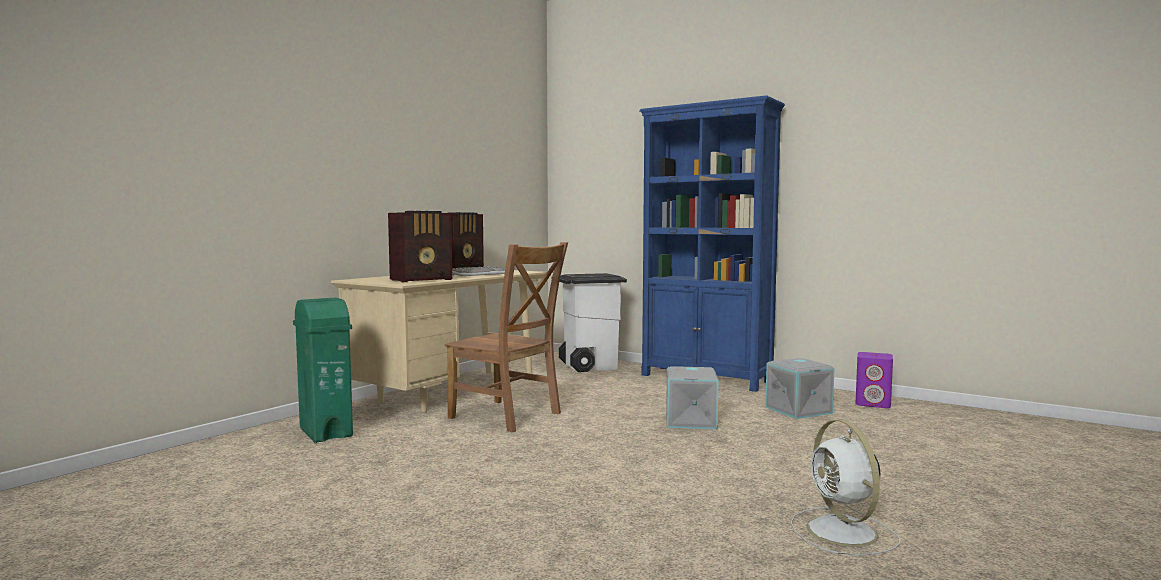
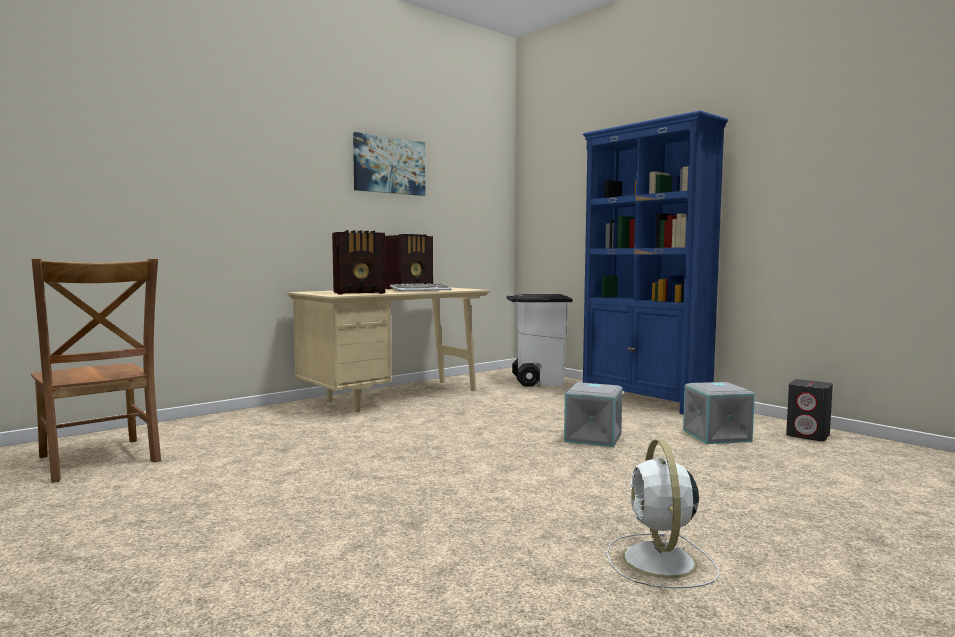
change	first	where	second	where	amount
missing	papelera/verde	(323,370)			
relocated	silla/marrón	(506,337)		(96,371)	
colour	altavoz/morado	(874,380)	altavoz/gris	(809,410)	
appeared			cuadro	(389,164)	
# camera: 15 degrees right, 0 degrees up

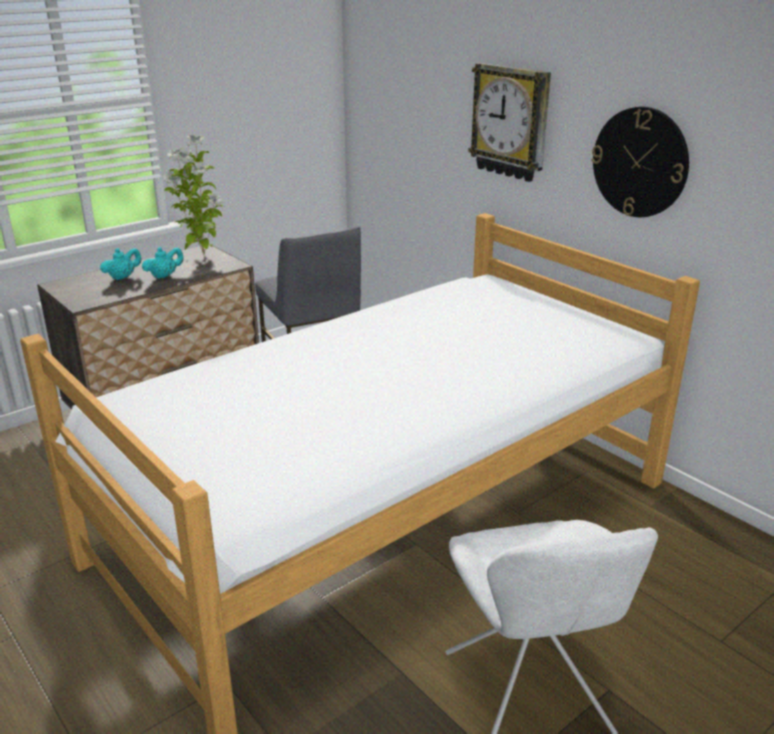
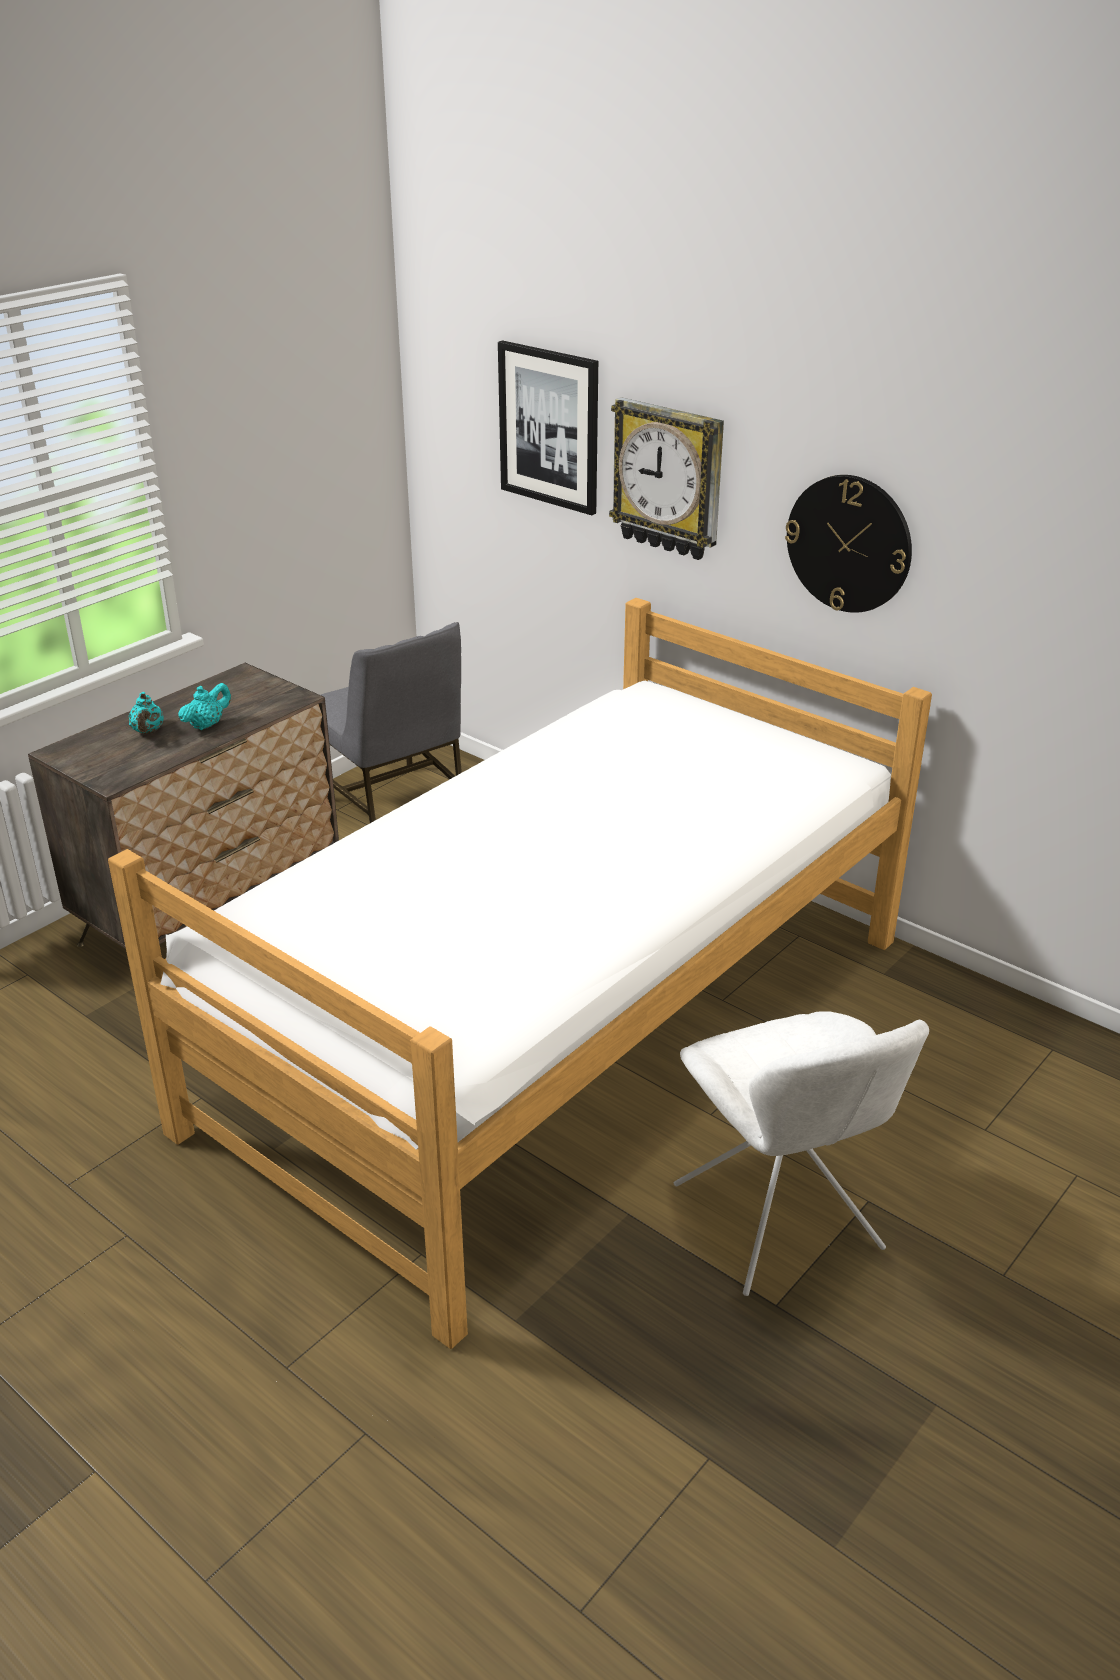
change	first	where	second	where	amount
spun	tetera/turquesa	(120,264)		(146,713)	135 degrees clockwise
missing	planta en maceta	(193,195)			
appeared			cuadro	(548,427)	
# camera: 10 degrees left, 5 degrees up

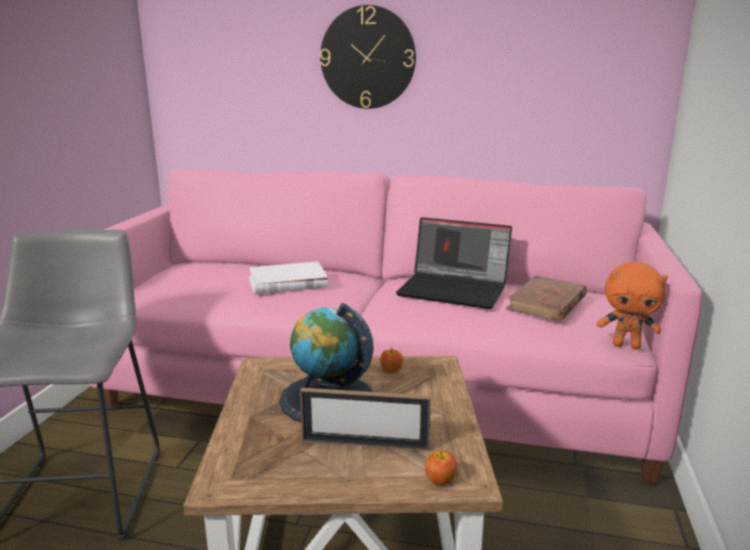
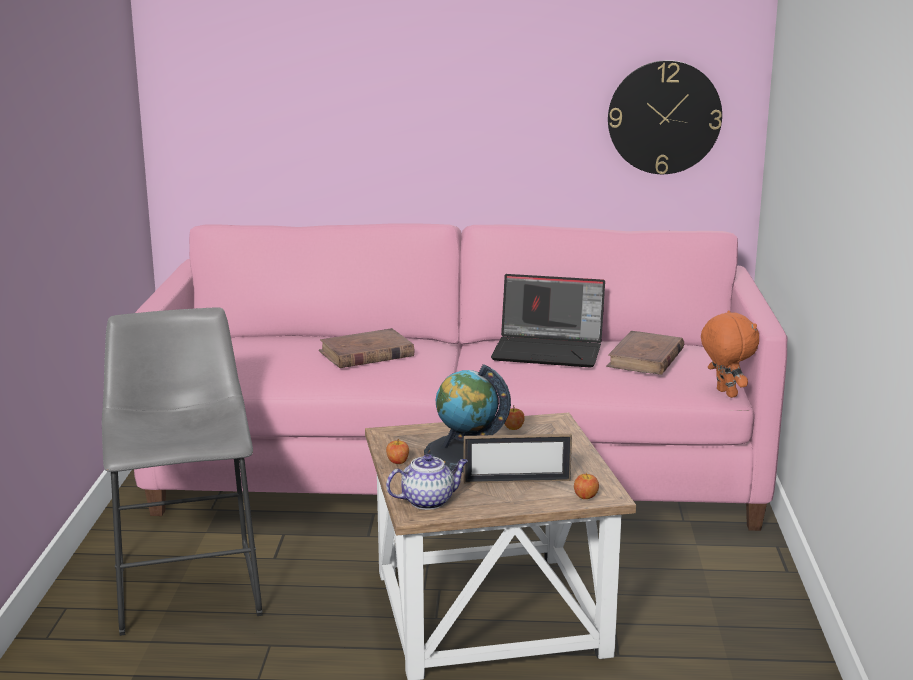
change	first	where	second	where	amount
colour	libro/blanco	(288,277)	libro/marrón	(367,348)	
relocated	reloj de pared	(368,57)		(665,117)	
spun	peluche/naranja	(632,305)		(730,354)	120 degrees counterclockwise
appeared			manzana	(397,451)	
appeared			tetera	(427,482)	
# camera: 10 degrees left, 0 degrees up

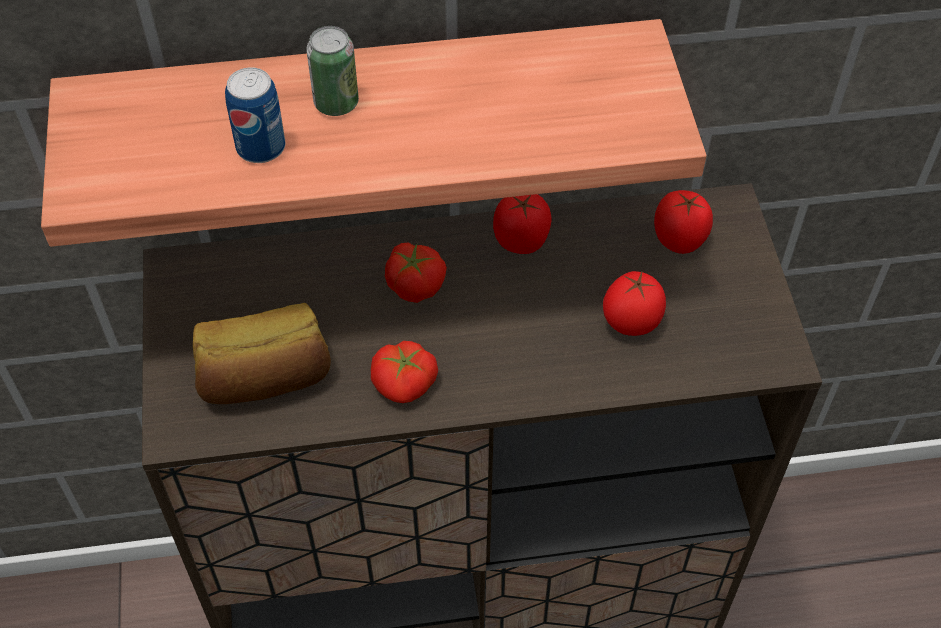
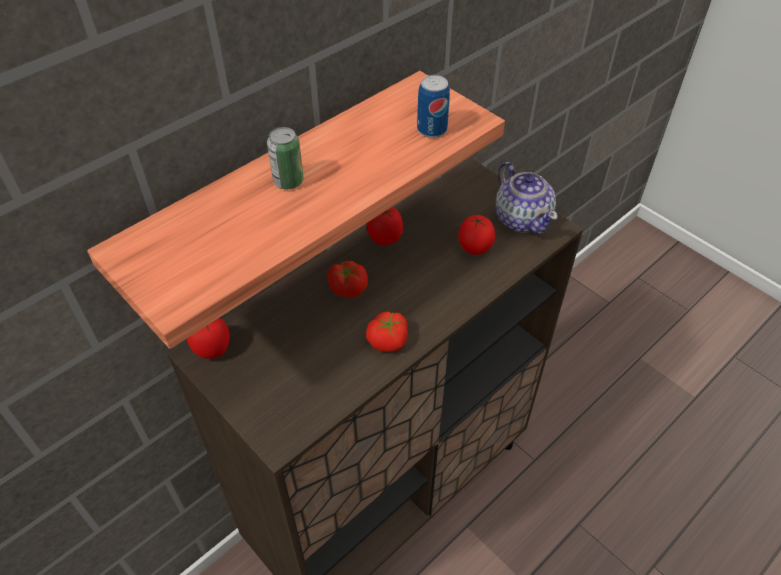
change	first	where	second	where	amount
missing	pan	(262,353)			
relocated	lata	(255,115)		(433,106)	
relocated	tomate	(683,222)		(208,338)	
appeared			tetera	(527,198)	
# camera: 35 degrees left, 5 degrees down

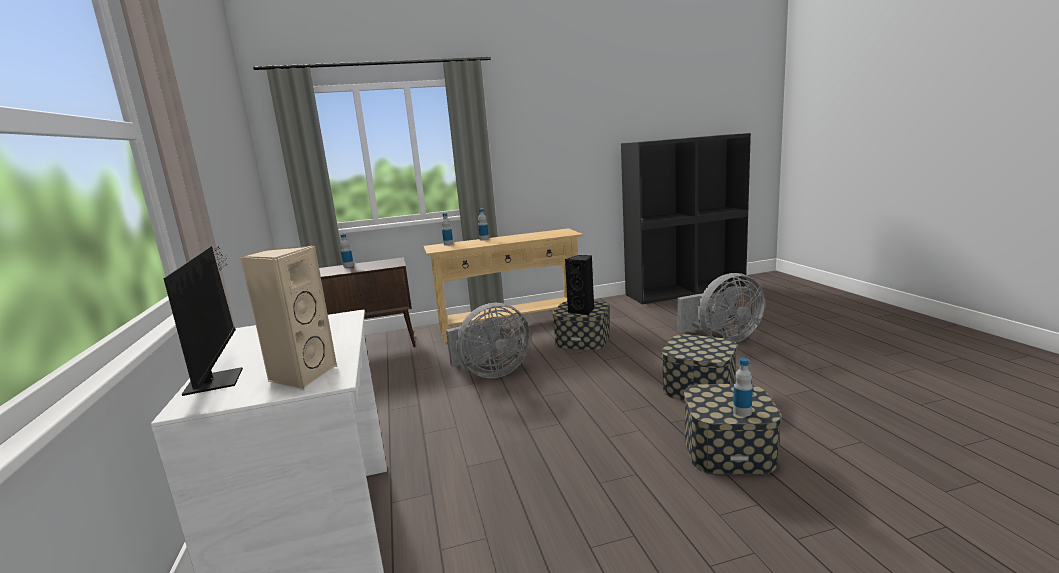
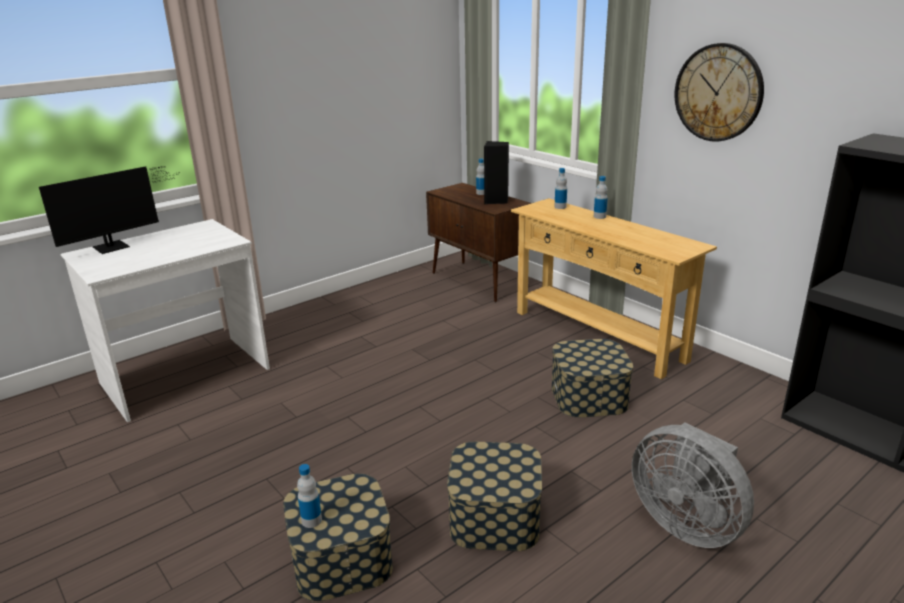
change	first	where	second	where	amount
missing	altavoz/beis	(288,317)			
missing	ventilador/gris	(488,340)			
relocated	altavoz/negro	(579,285)		(496,172)	
appeared			reloj de pared	(719,92)	
# camera: 65 degrees right, 10 degrees up

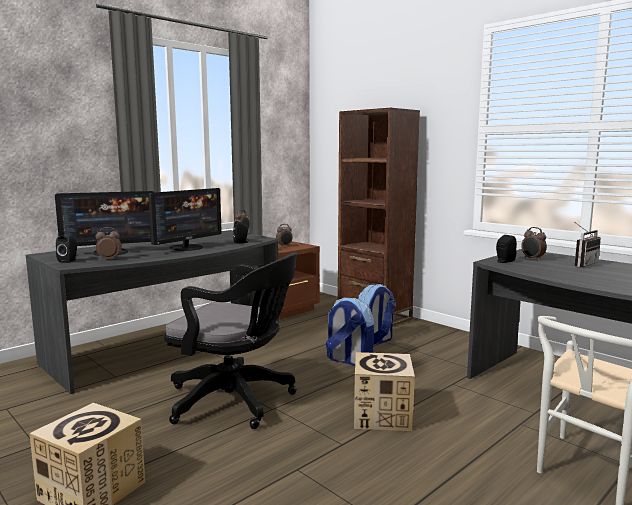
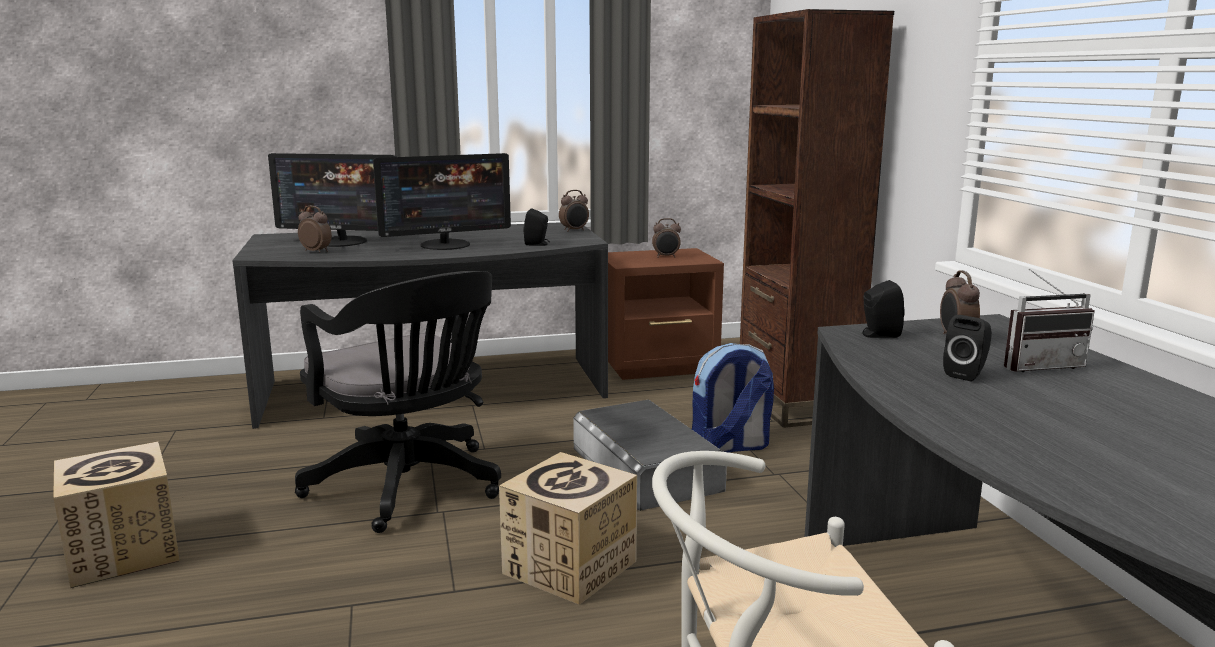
change	first	where	second	where	amount
relocated	altavoz/negro	(66,249)		(967,348)	
exchanged	mochila	(350,332)	caja de almacenaje/gris	(650,455)	
# camera: 30 degrees right, 5 degrees up

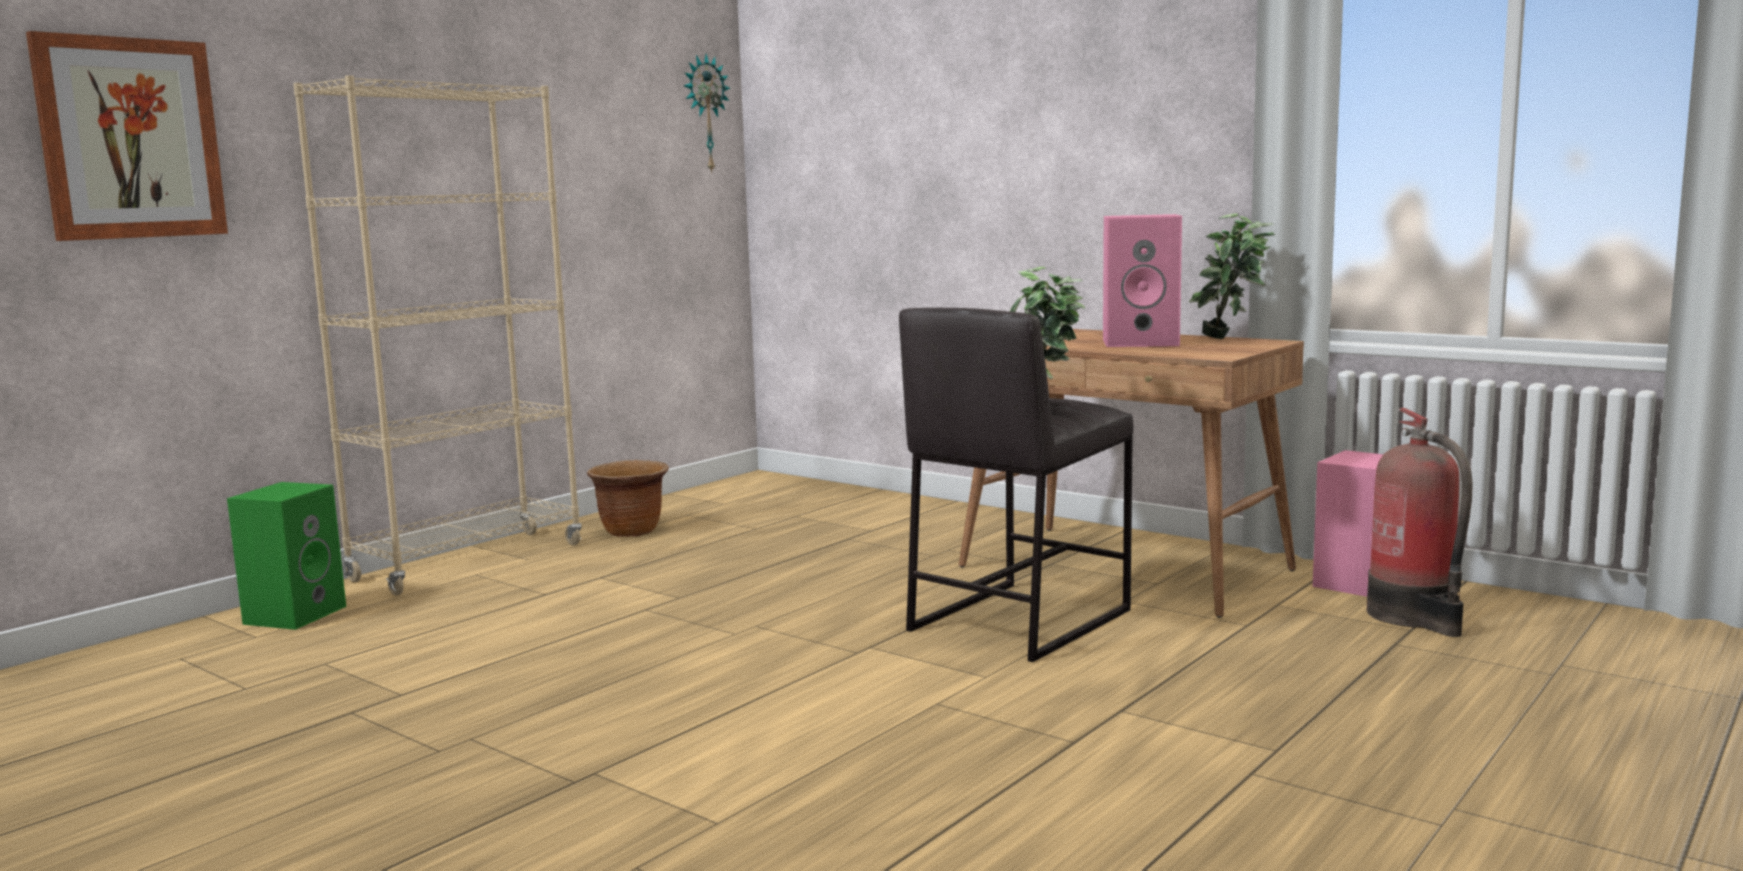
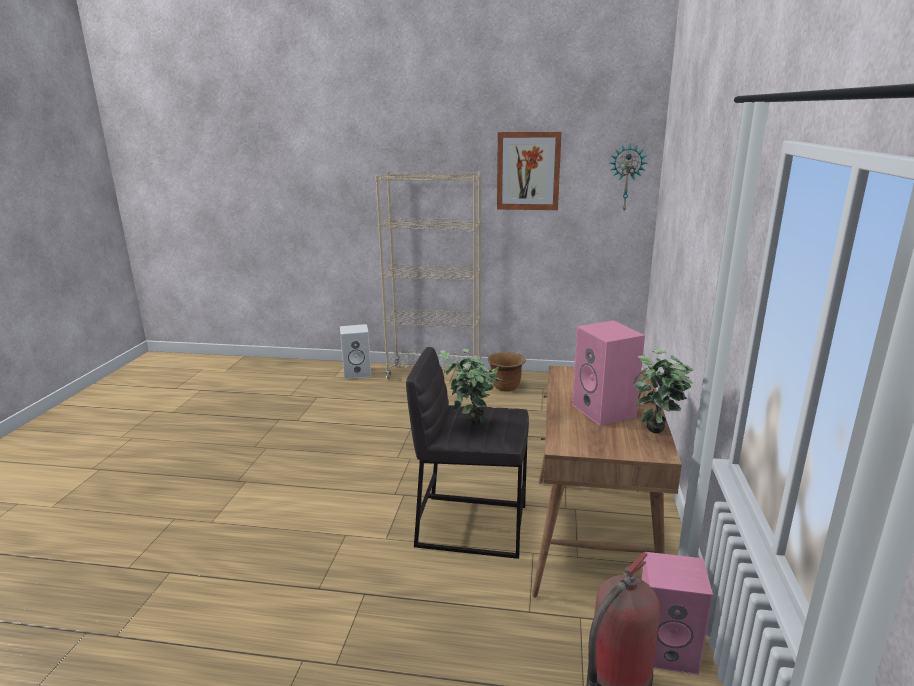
change	first	where	second	where	amount
relocated	cuadro	(127,136)		(529,171)	
colour	altavoz/verde	(286,556)	altavoz/blanco	(355,351)	
# camera: 60 degrees right, 10 degrees up

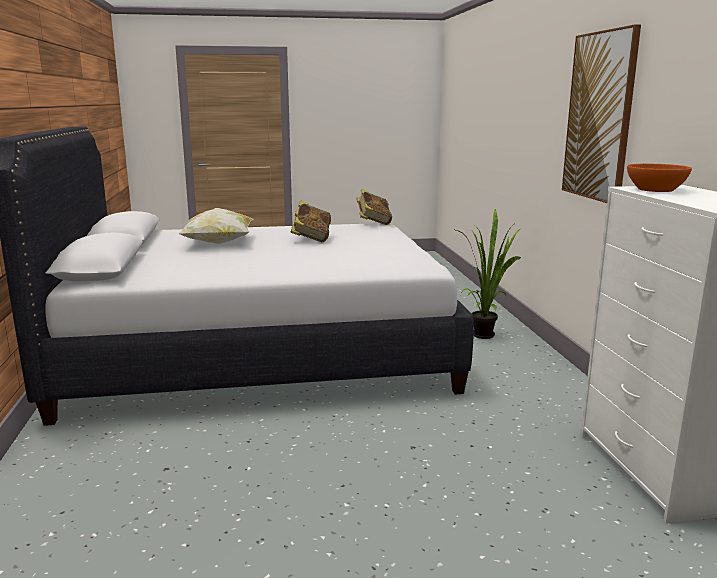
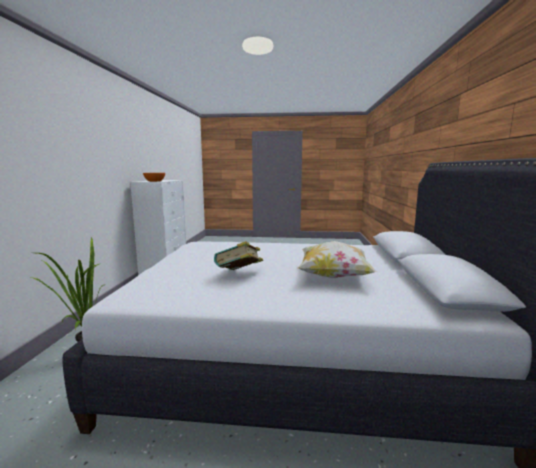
change	first	where	second	where	amount
missing	libro	(374,207)			
missing	cuadro	(601,113)			
# camera: 165 degrees left, 5 degrees down

